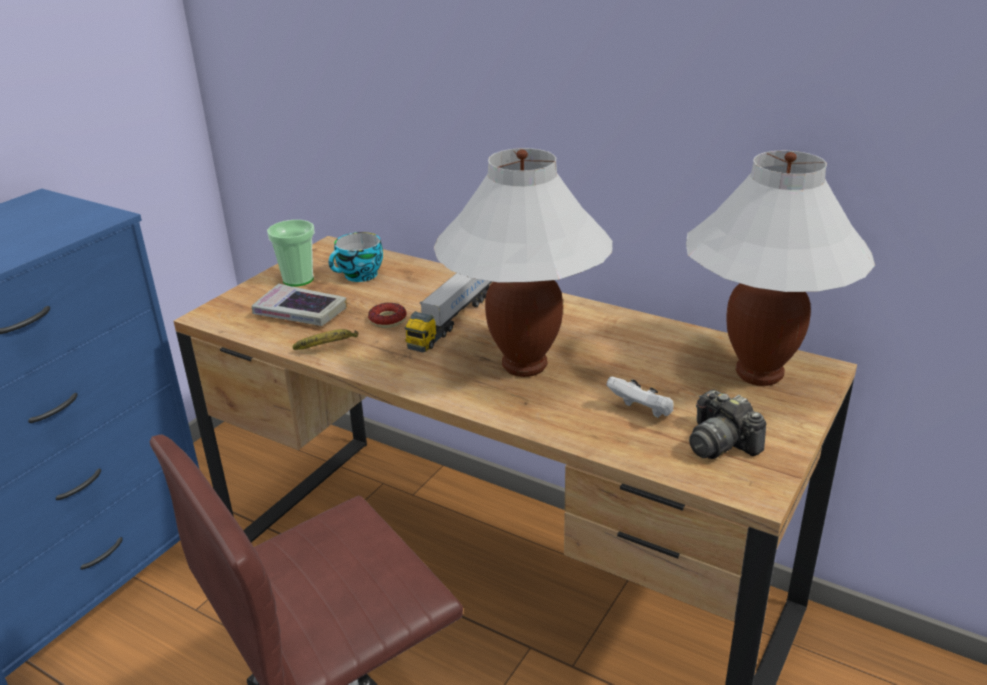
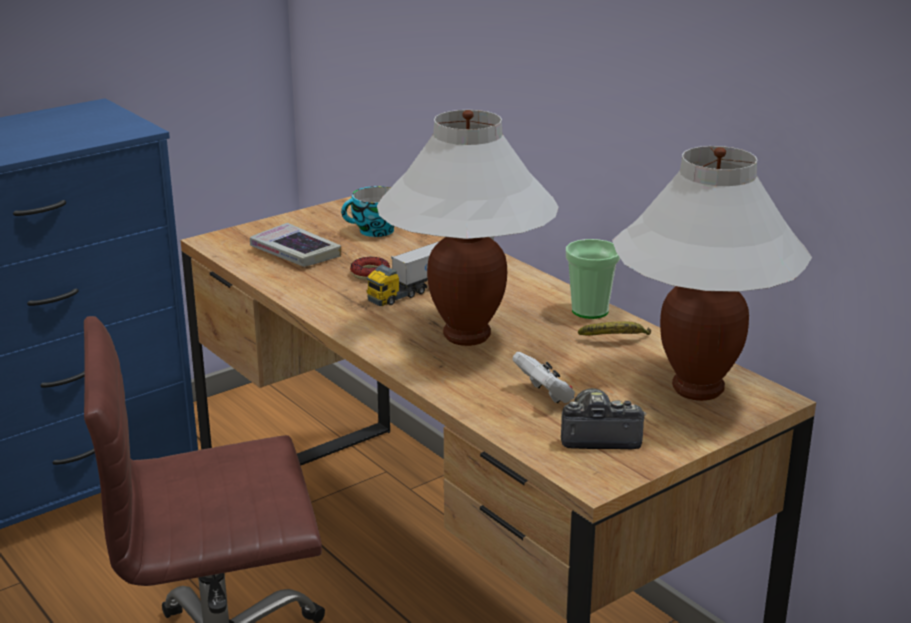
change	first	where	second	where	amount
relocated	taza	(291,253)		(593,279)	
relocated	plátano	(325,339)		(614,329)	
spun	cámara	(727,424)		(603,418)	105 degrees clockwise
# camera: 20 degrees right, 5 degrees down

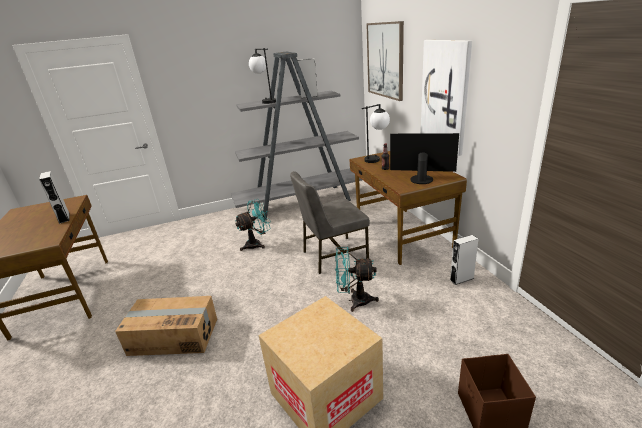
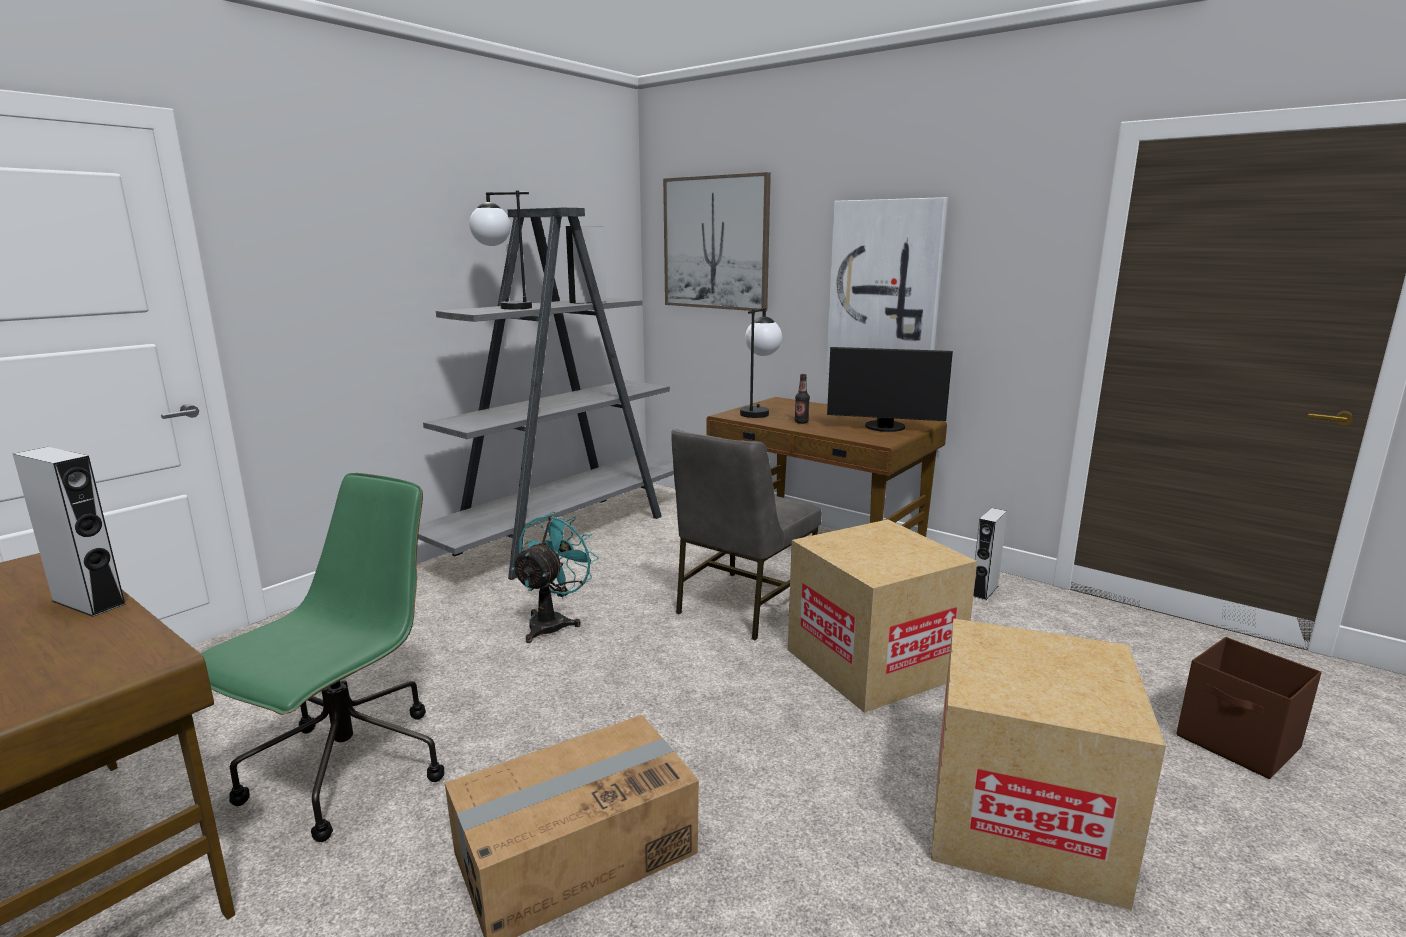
change	first	where	second	where	amount
exchanged	ventilador/turquesa	(357,279)	caja de cartón	(882,616)	
spun	monitor	(424,158)		(890,389)	150 degrees counterclockwise
appeared			silla de oficina/verde	(322,657)	
# camera: 35 degrees left, 10 degrees down

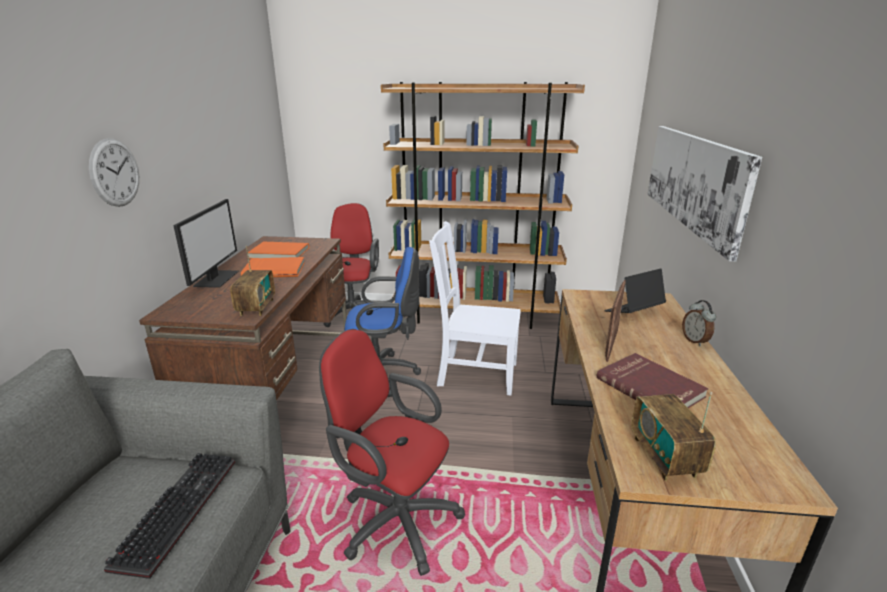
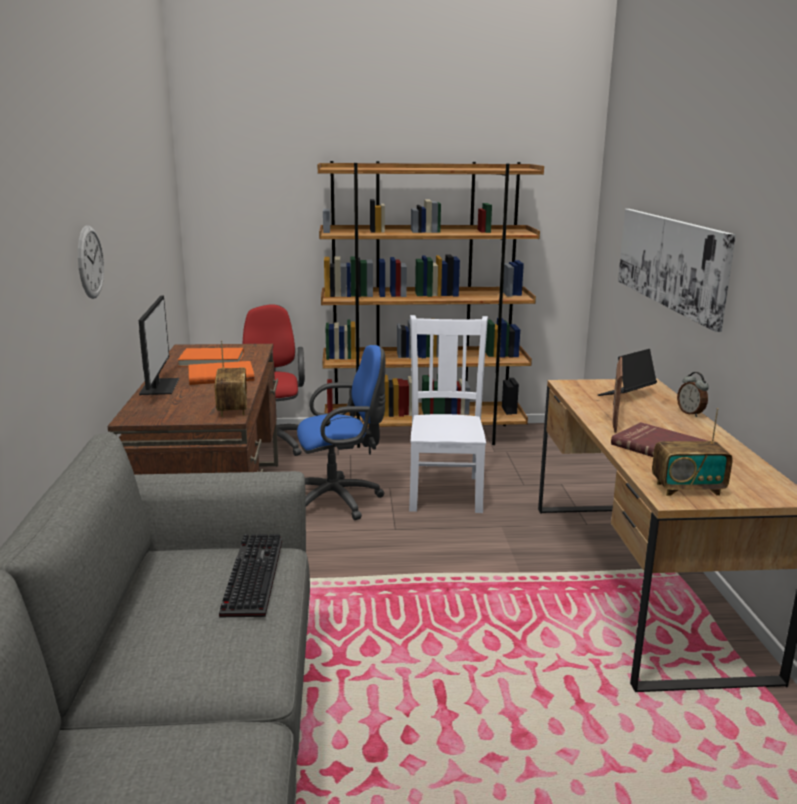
change	first	where	second	where	amount
missing	silla de oficina/rojo	(392,452)			
spun	silla/blanco	(475,308)		(448,414)	90 degrees clockwise
spun	radio	(673,436)		(692,452)	75 degrees counterclockwise
# camera: 10 degrees left, 5 degrees down

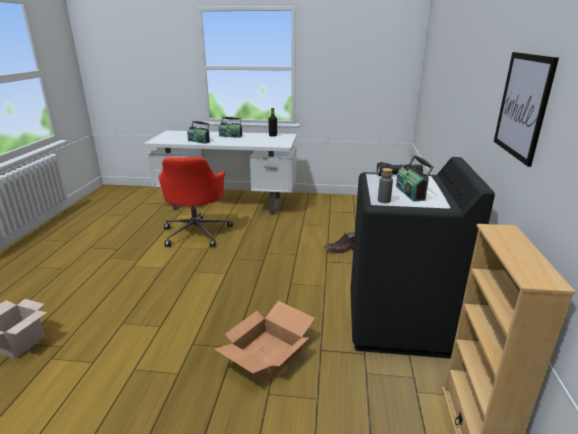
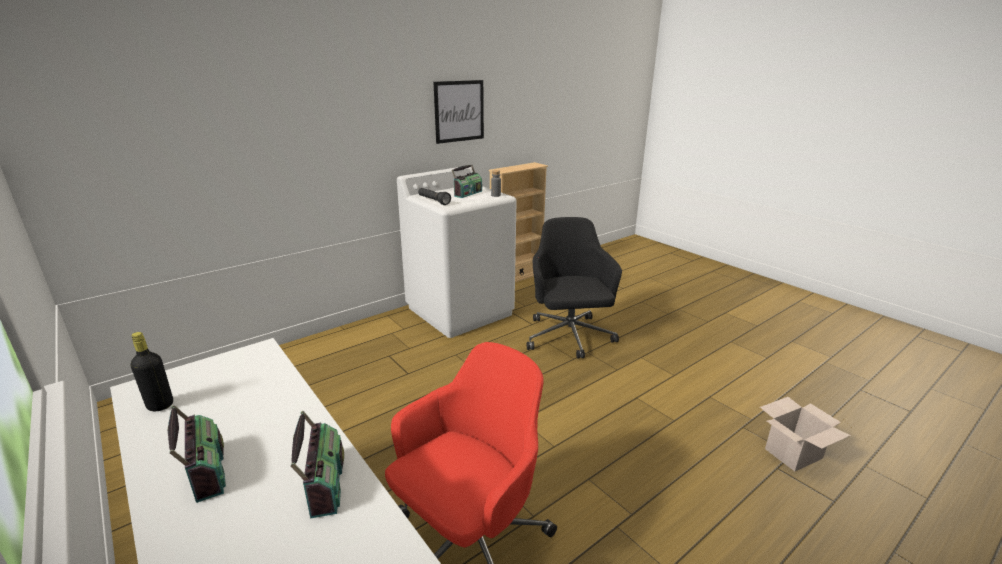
change	first	where	second	where	amount
exchanged	caja de cartón	(264,341)	silla de oficina/negro	(574,288)	
missing	bota/marrón	(339,243)			
colour	lavadora/negro	(423,258)	lavadora/blanco	(457,252)	
# camera: 135 degrees left, 0 degrees up

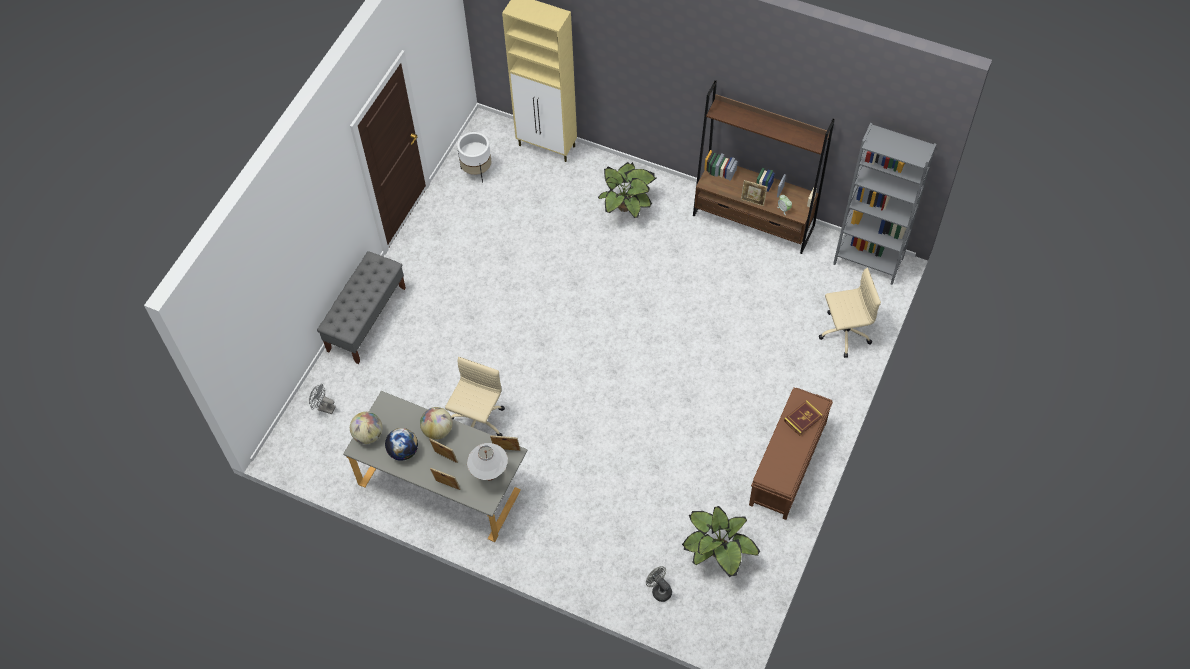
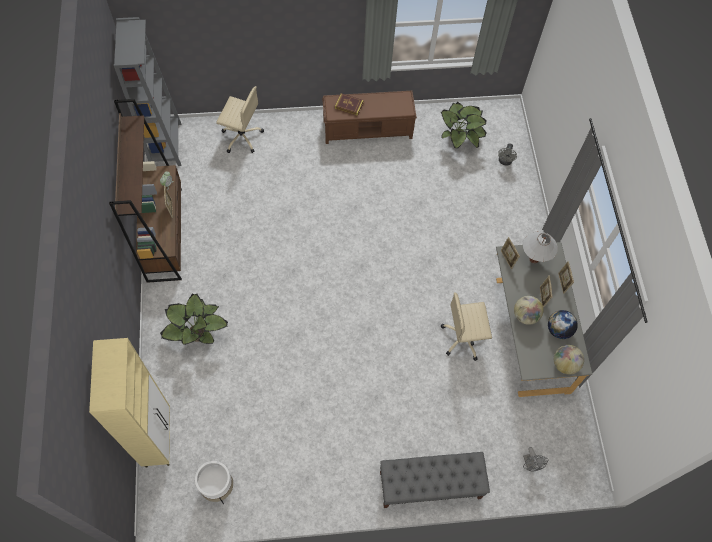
change	first	where	second	where	amount
spun	silla de oficina/beis	(850,313)		(240,119)	150 degrees clockwise
# camera: 125 degrees left, 5 degrees up

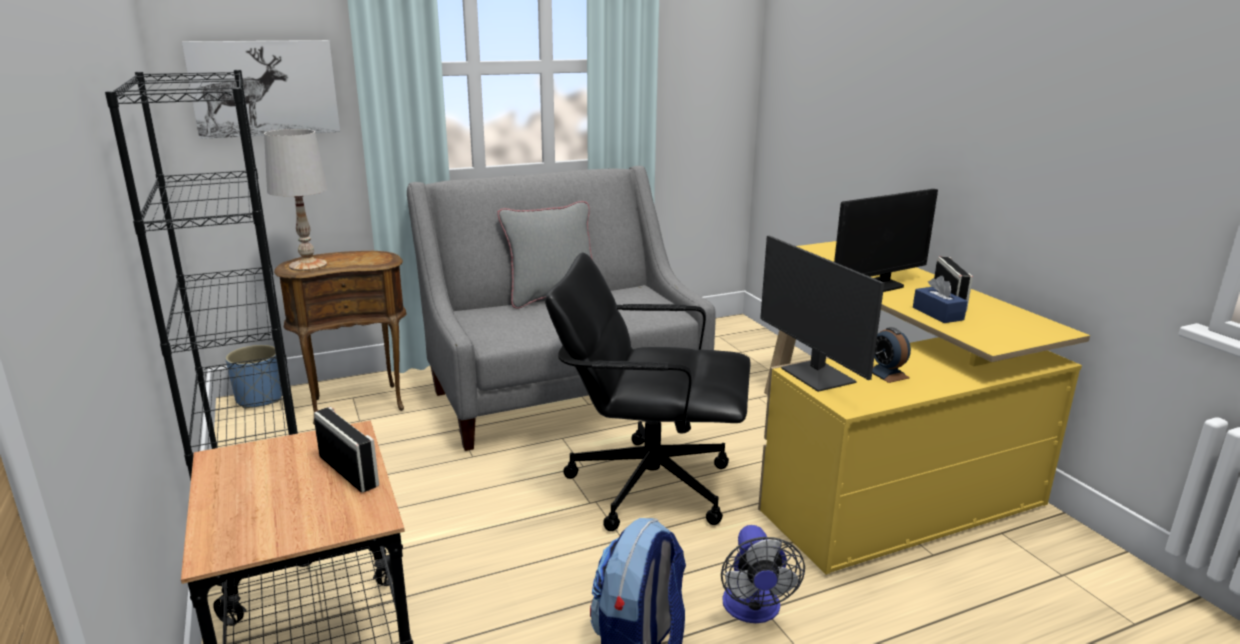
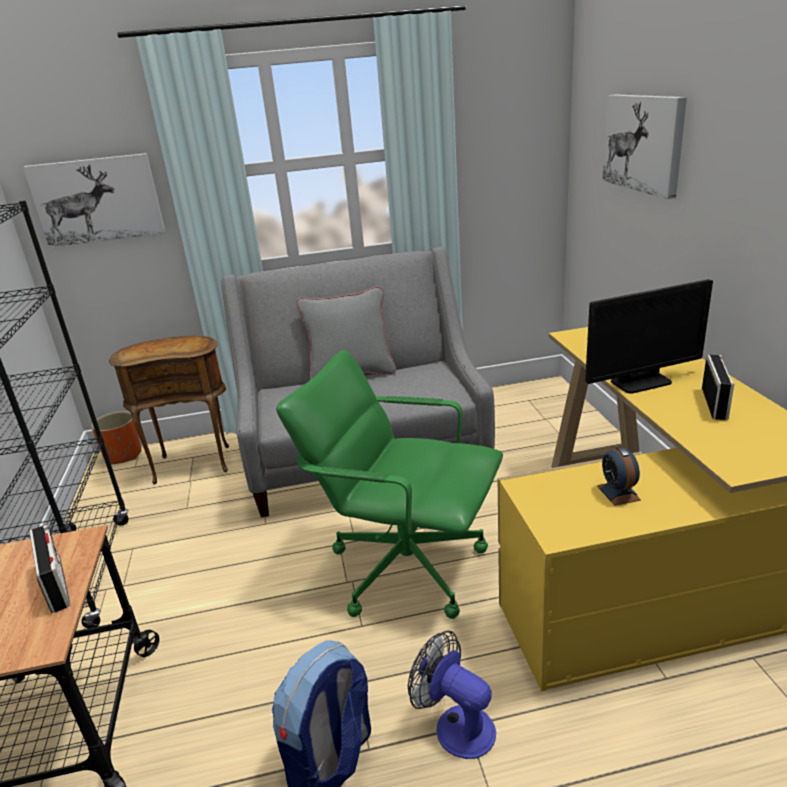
change	first	where	second	where	amount
colour	maceta/azul	(253,377)	maceta/naranja	(116,438)	
missing	lámpara de mesa/blanco	(296,200)			
colour	silla de oficina/negro	(648,391)	silla de oficina/verde	(389,484)	
spun	ventilador	(763,574)		(452,695)	120 degrees clockwise
missing	monitor	(822,313)			
missing	caja de pañuelos/azul	(940,299)			
appeared			cuadro	(644,146)	
# camera: 15 degrees right, 5 degrees up

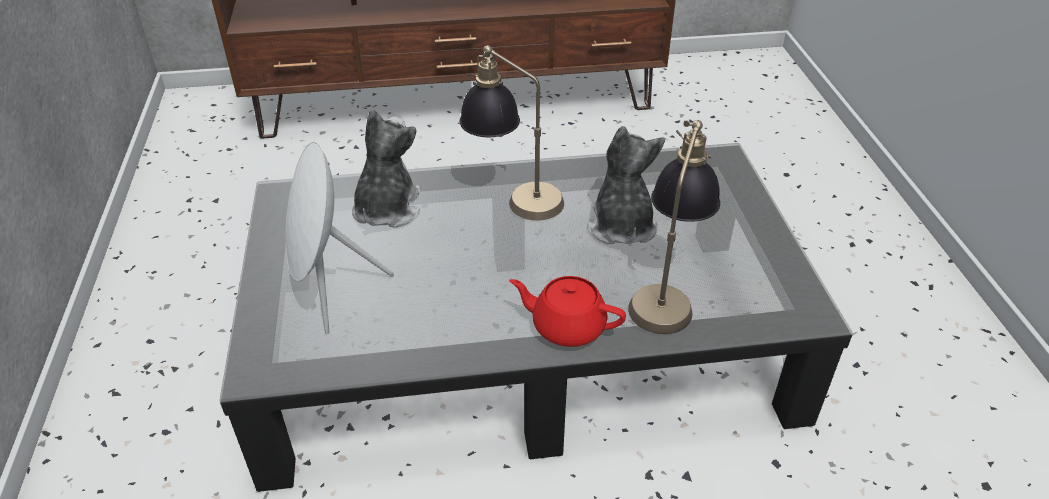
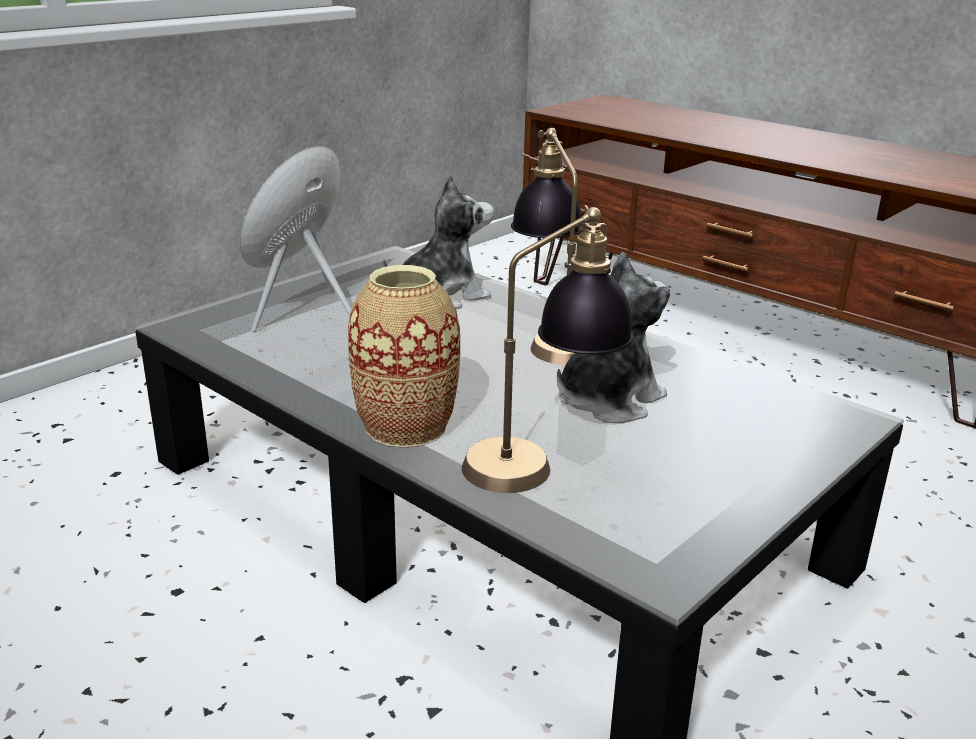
change	first	where	second	where	amount
exchanged	tetera/rojo	(567,311)	florero	(404,356)	
# camera: 50 degrees right, 15 degrees down

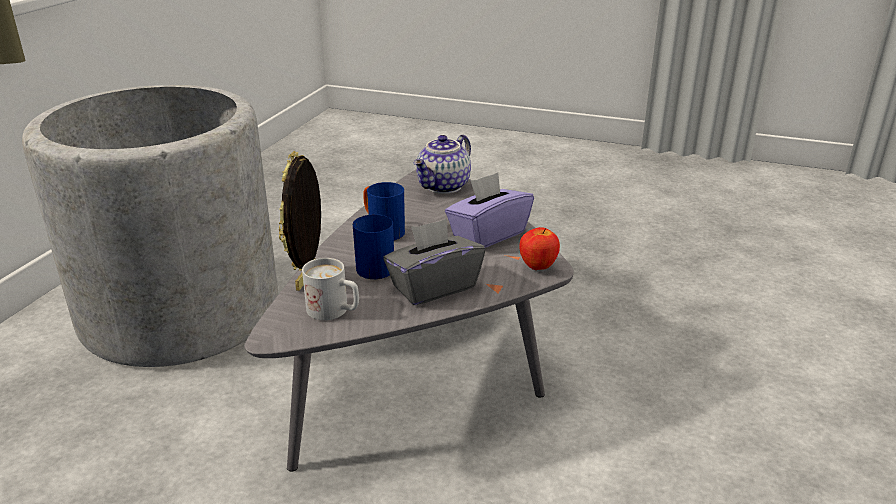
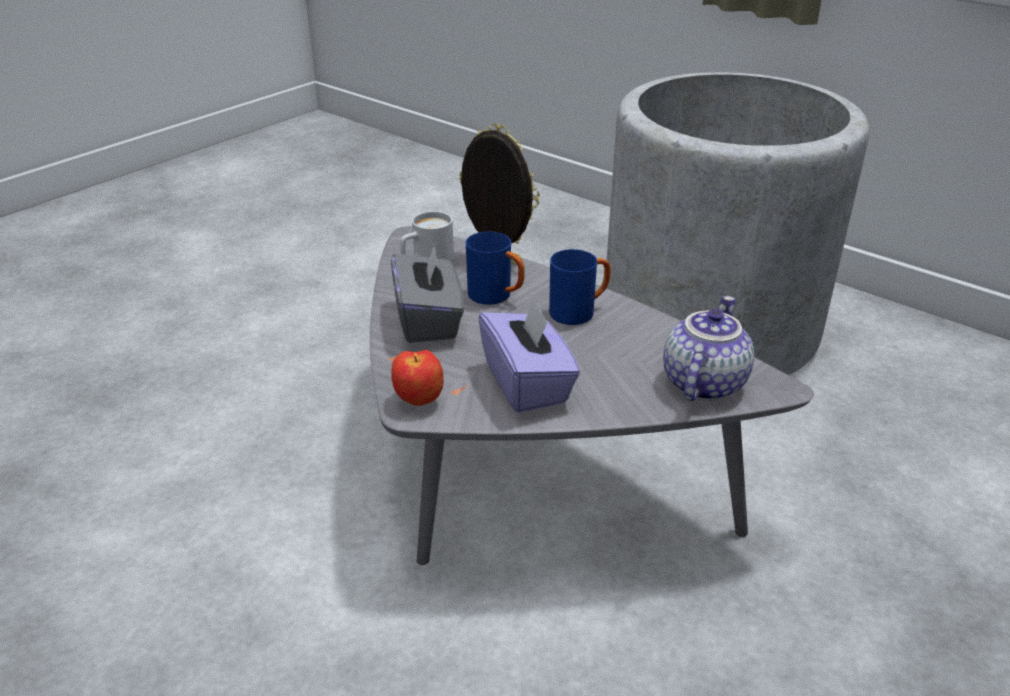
change	first	where	second	where	amount
spun	tetera	(442,164)		(708,348)	60 degrees clockwise
# camera: 110 degrees right, 5 degrees up

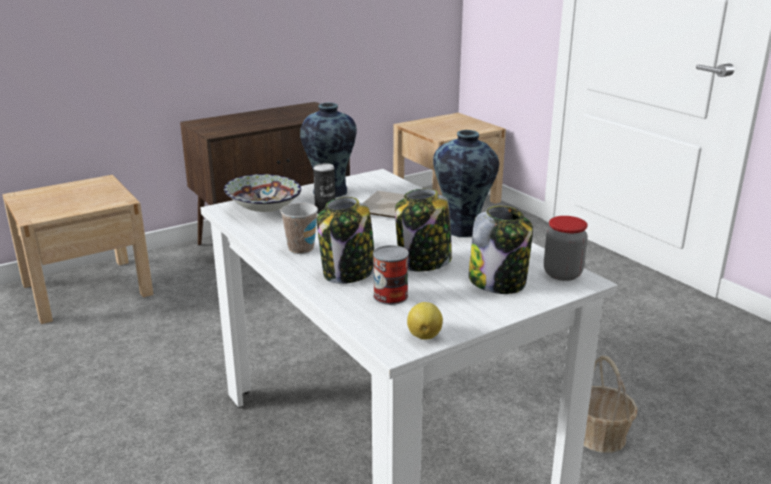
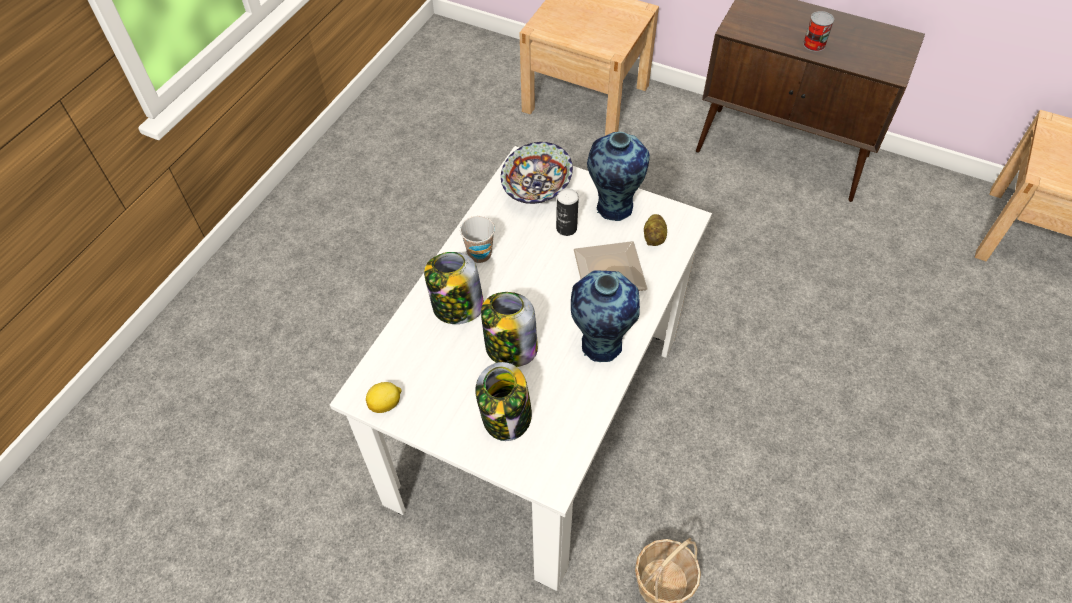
change	first	where	second	where	amount
relocated	lata	(391,275)		(818,31)	
missing	tarro	(566,248)			
appeared			patata	(655,230)	
# camera: 60 degrees right, 30 degrees up

